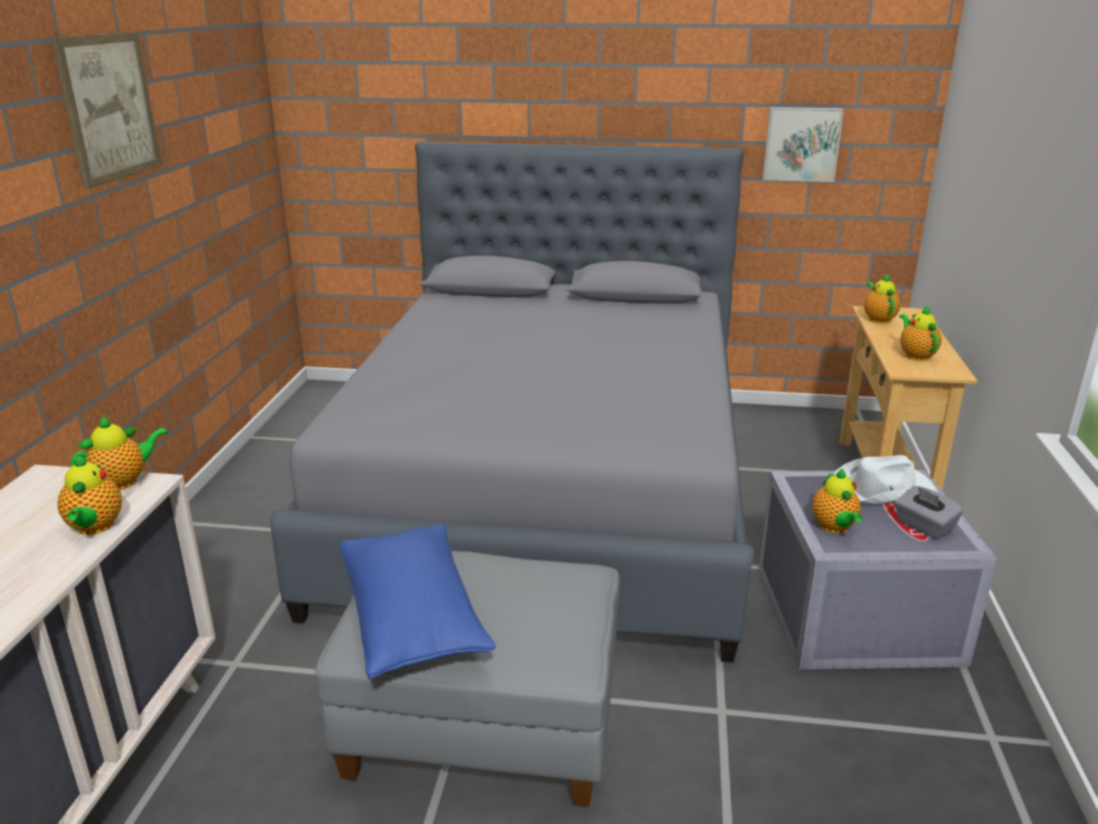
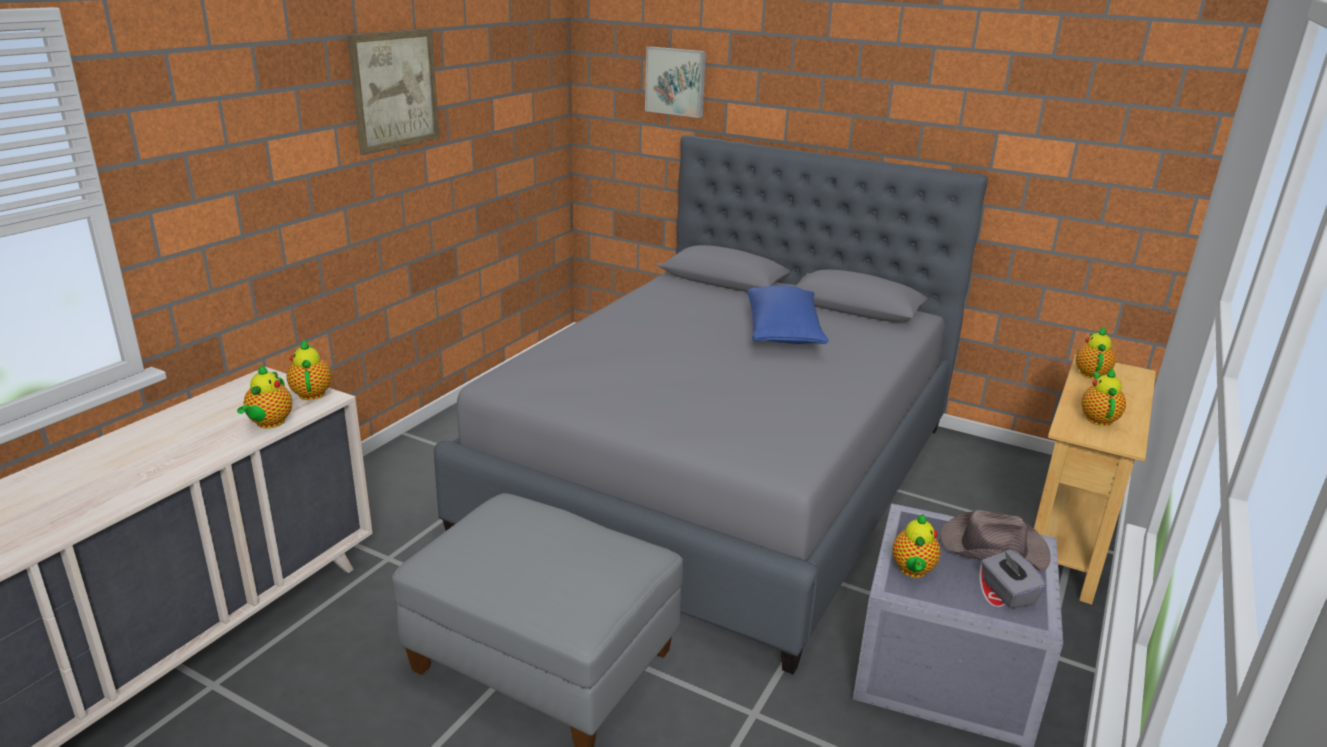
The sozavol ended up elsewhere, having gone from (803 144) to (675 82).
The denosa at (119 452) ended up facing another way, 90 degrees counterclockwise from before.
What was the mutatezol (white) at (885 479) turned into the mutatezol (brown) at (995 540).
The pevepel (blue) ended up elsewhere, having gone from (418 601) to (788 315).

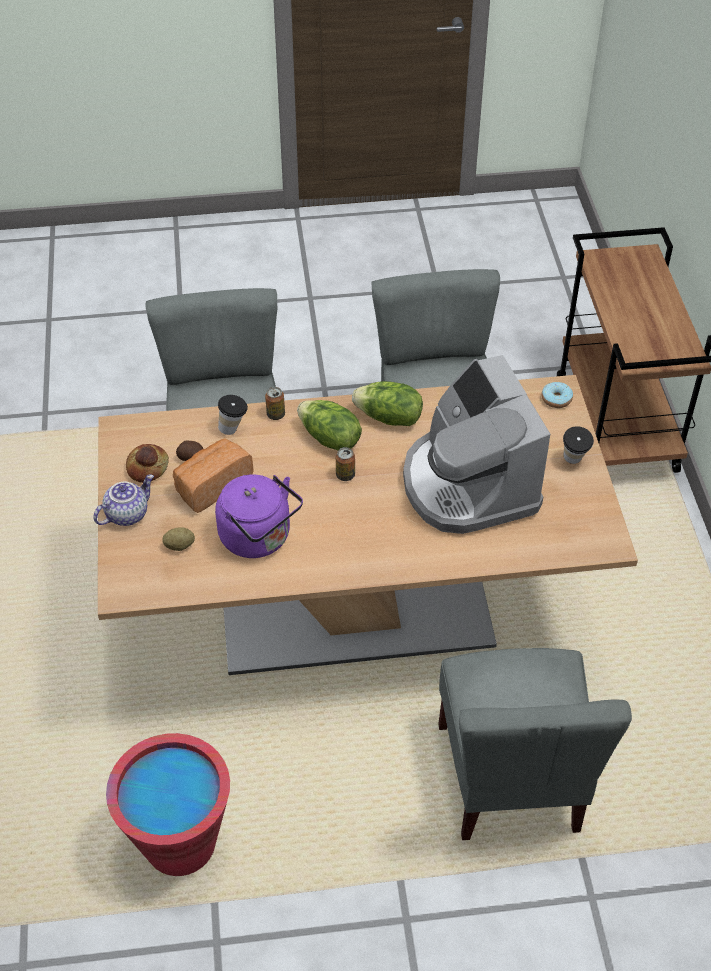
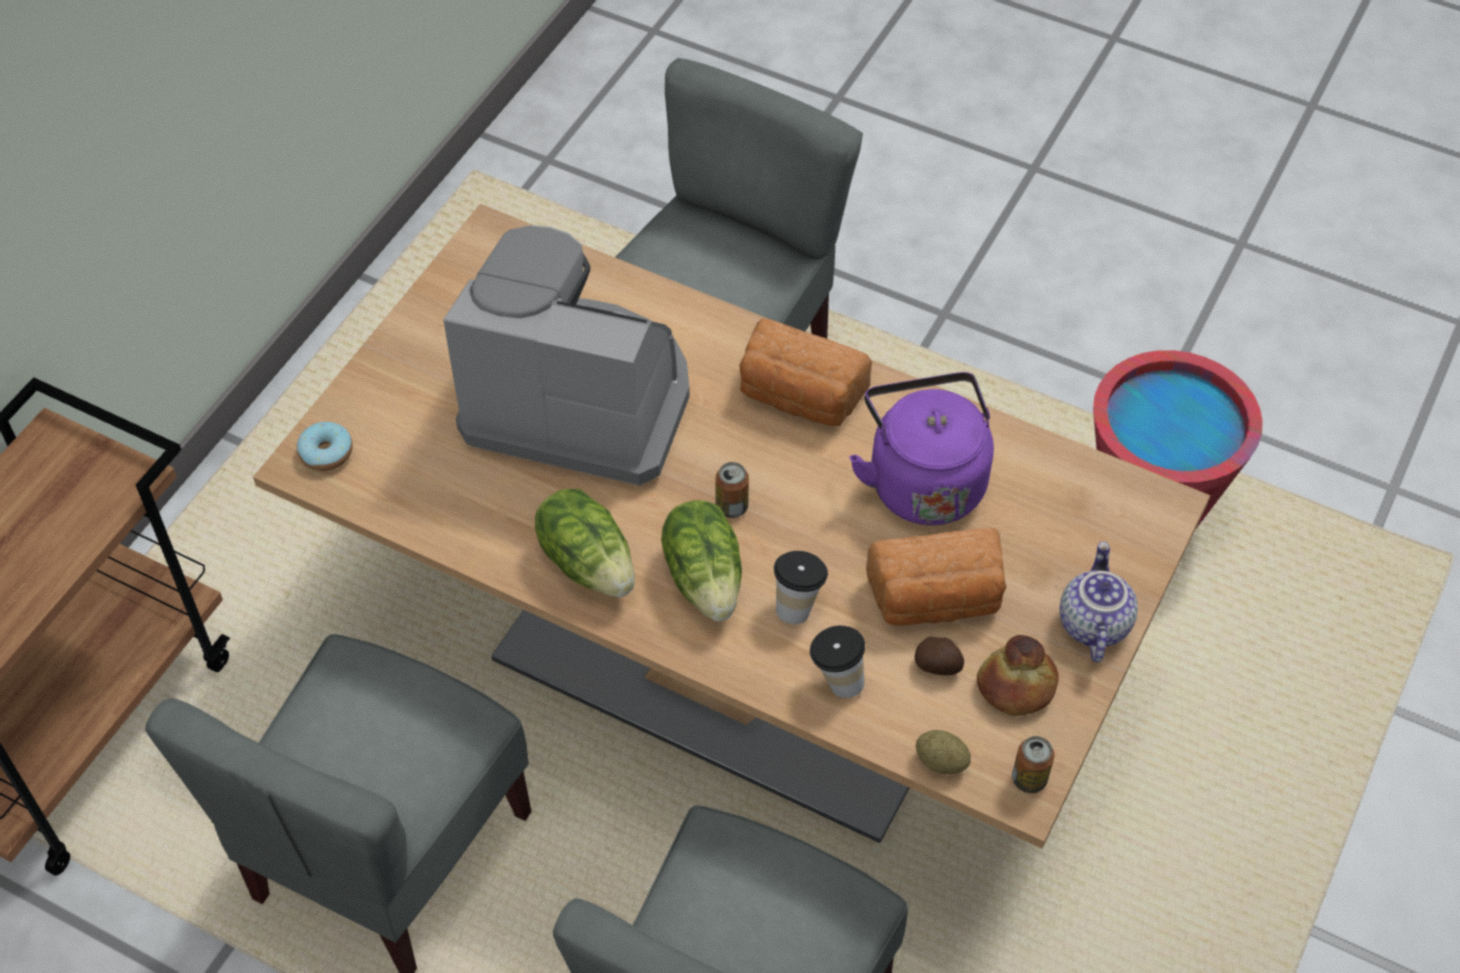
The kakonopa at (476 444) ended up facing another way, 90 degrees counterclockwise from before.
The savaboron ended up elsewhere, having gone from (275 403) to (1033 764).
The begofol ended up elsewhere, having gone from (578 445) to (801 587).
The denosa at (123 500) ended up facing another way, 105 degrees clockwise from before.
The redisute ended up elsewhere, having gone from (178 539) to (943 752).
The second view gained the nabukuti at (805 372).

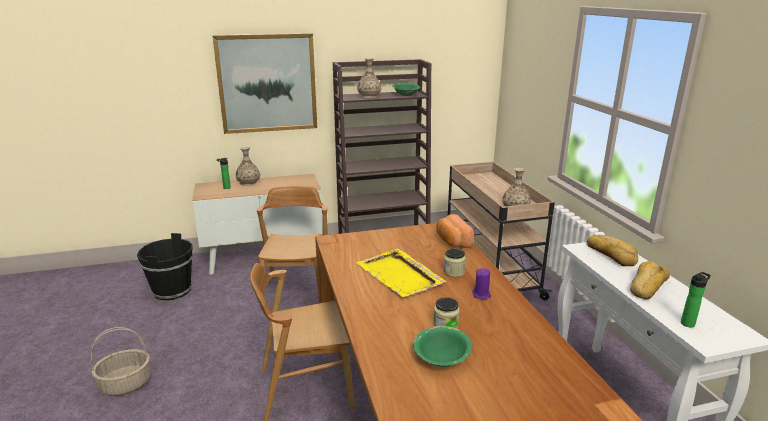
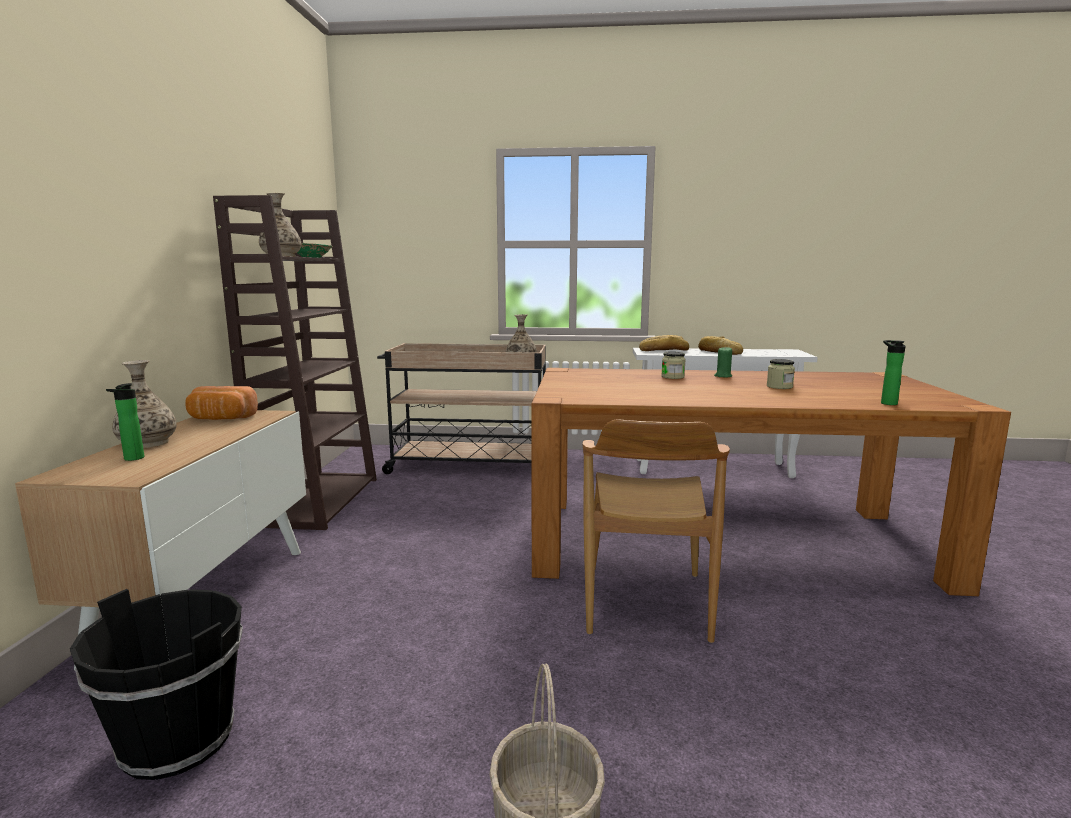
The second view lost the sozavol at (265 83).
The second view lost the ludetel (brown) at (292 249).
The nabukuti ended up elsewhere, having gone from (455 231) to (221 403).
The second view lost the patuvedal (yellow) at (401 273).
What was the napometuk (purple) at (482 283) turned into the napometuk (green) at (723 362).
The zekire ended up elsewhere, having gone from (696 300) to (893 372).
The second view lost the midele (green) at (442 346).

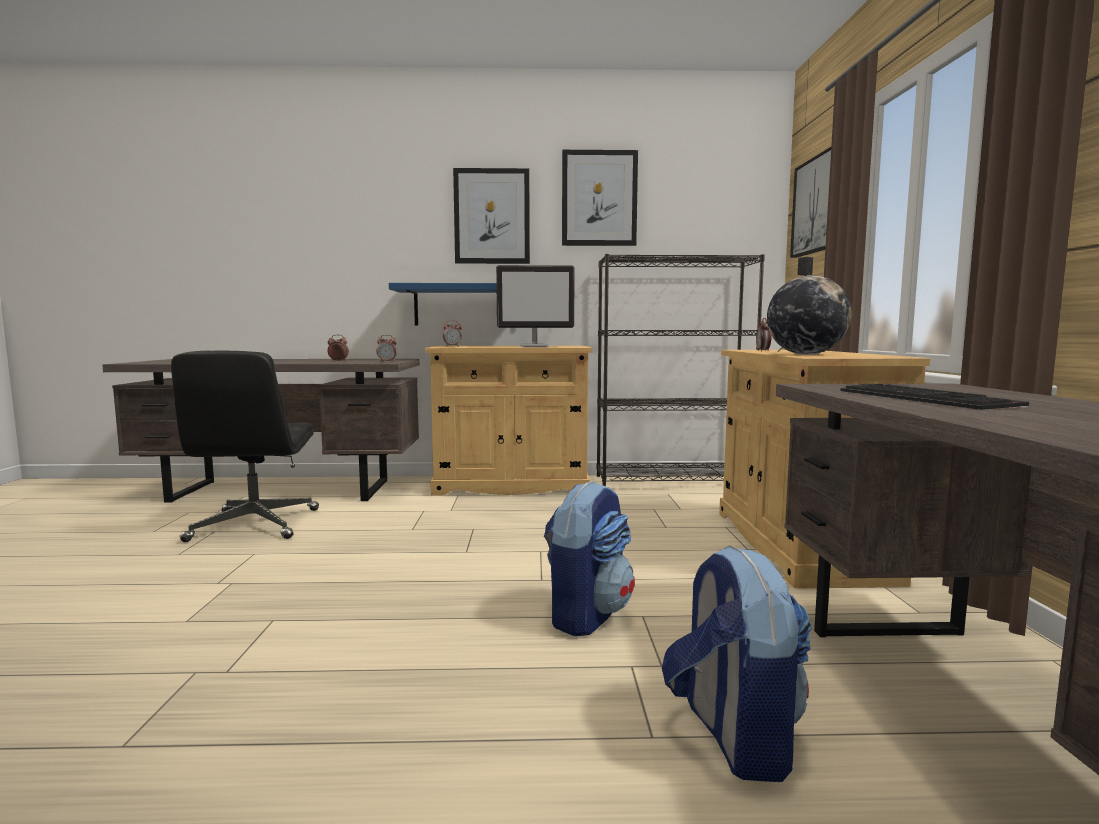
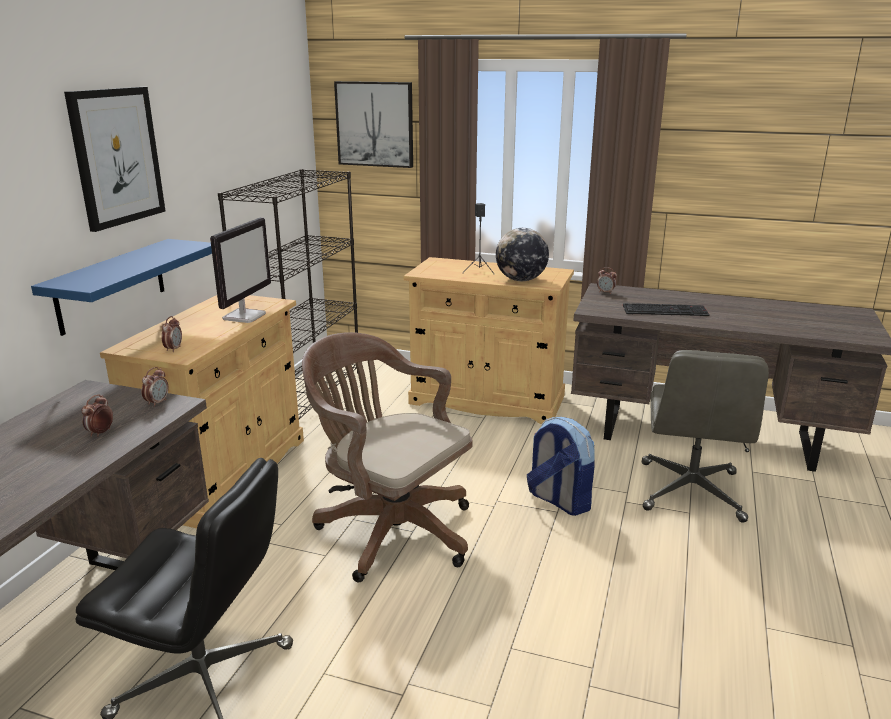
The second view lost the sozavol at (600 198).
The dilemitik ended up elsewhere, having gone from (764 335) to (607 280).
Where the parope stood at (737 663), the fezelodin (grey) came to stand at (705 436).
The second view gained the fezelodin (brown) at (387 457).

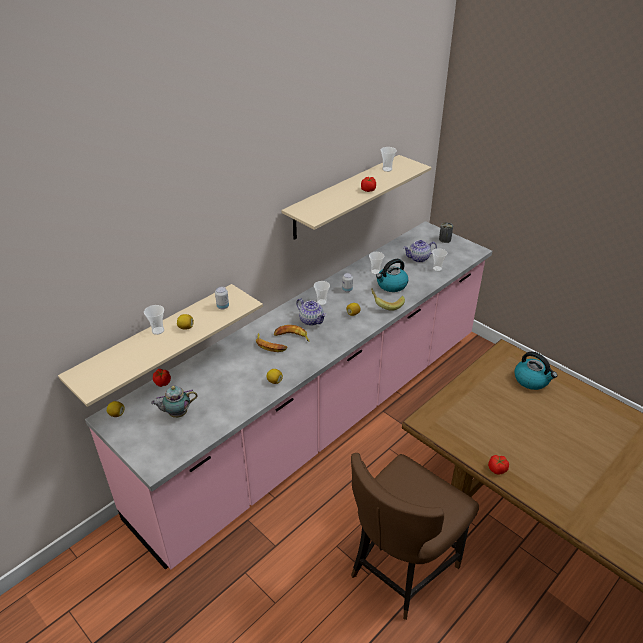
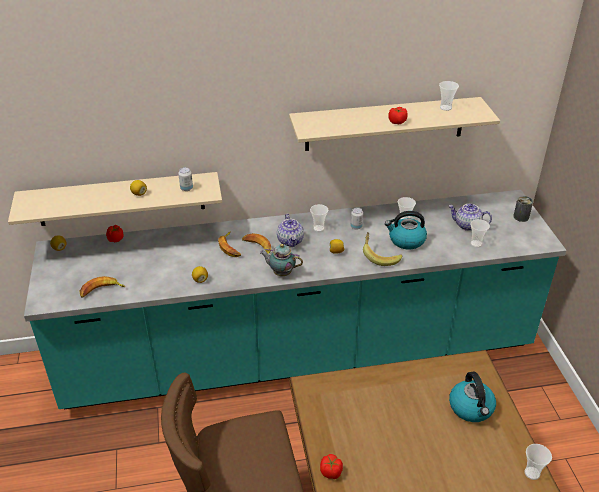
What was the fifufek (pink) at (288 395) turned into the fifufek (turquoise) at (295 300).
The begofol ended up elsewhere, having gone from (154 320) to (538 462).
The denosa ended up elsewhere, having gone from (174 402) to (281 260).
The second view gained the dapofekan at (102 287).

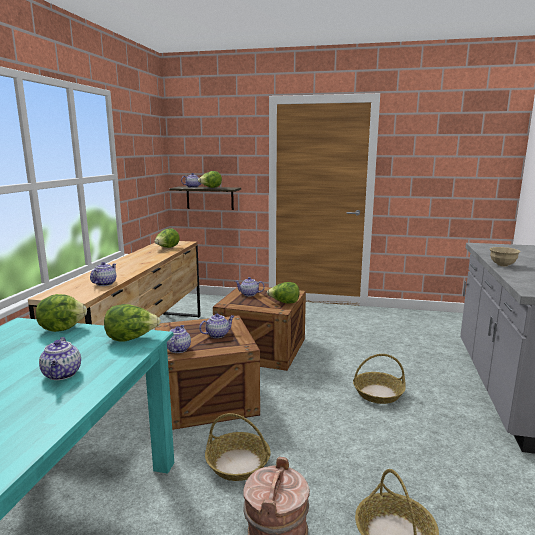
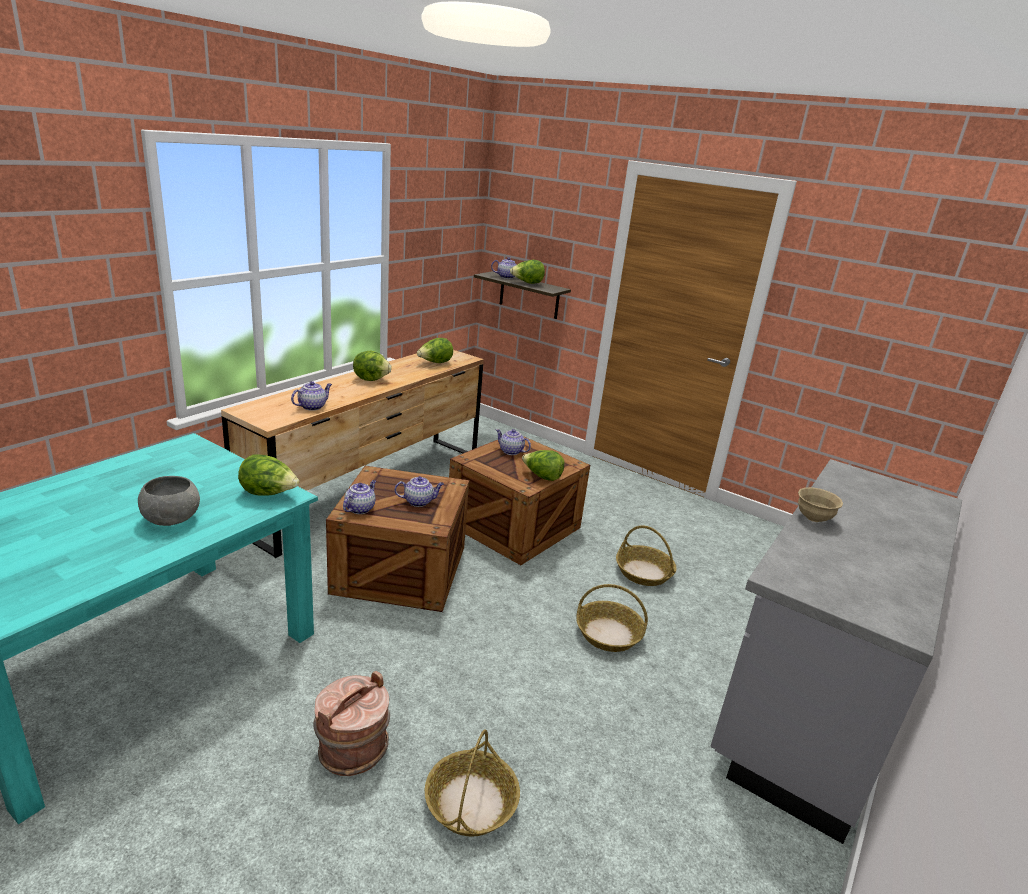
The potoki ended up elsewhere, having gone from (61 313) to (372 366).
Where the denosa stood at (60 358), the midele (grey) came to stand at (169 501).
The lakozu ended up elsewhere, having gone from (238 447) to (646 555).

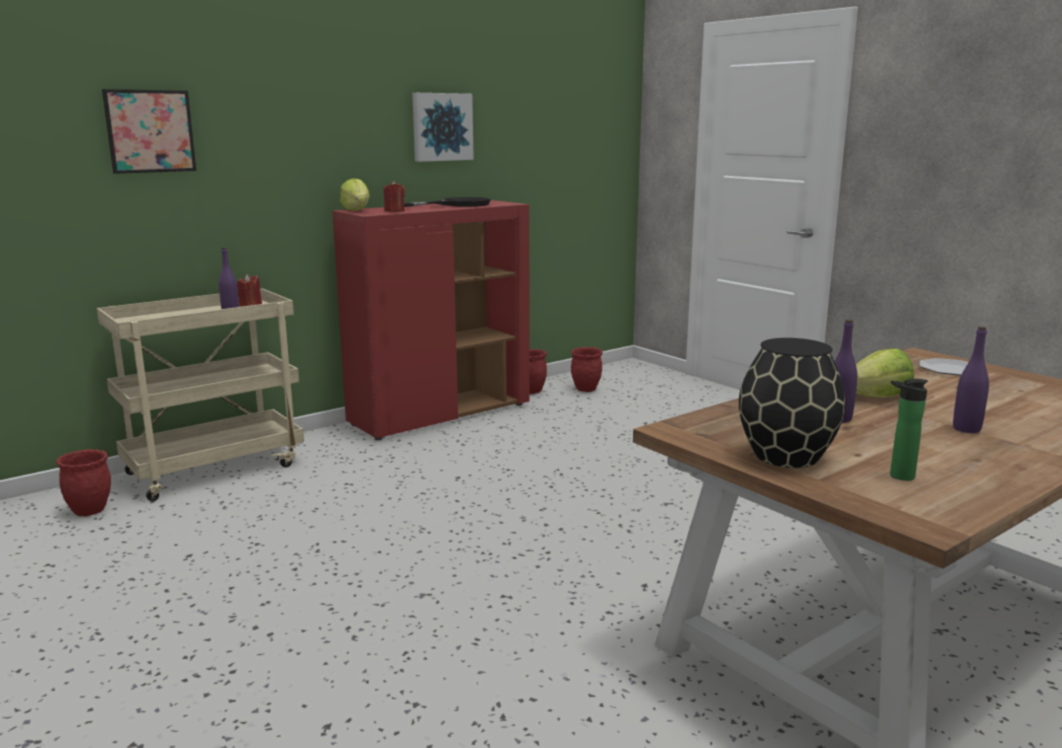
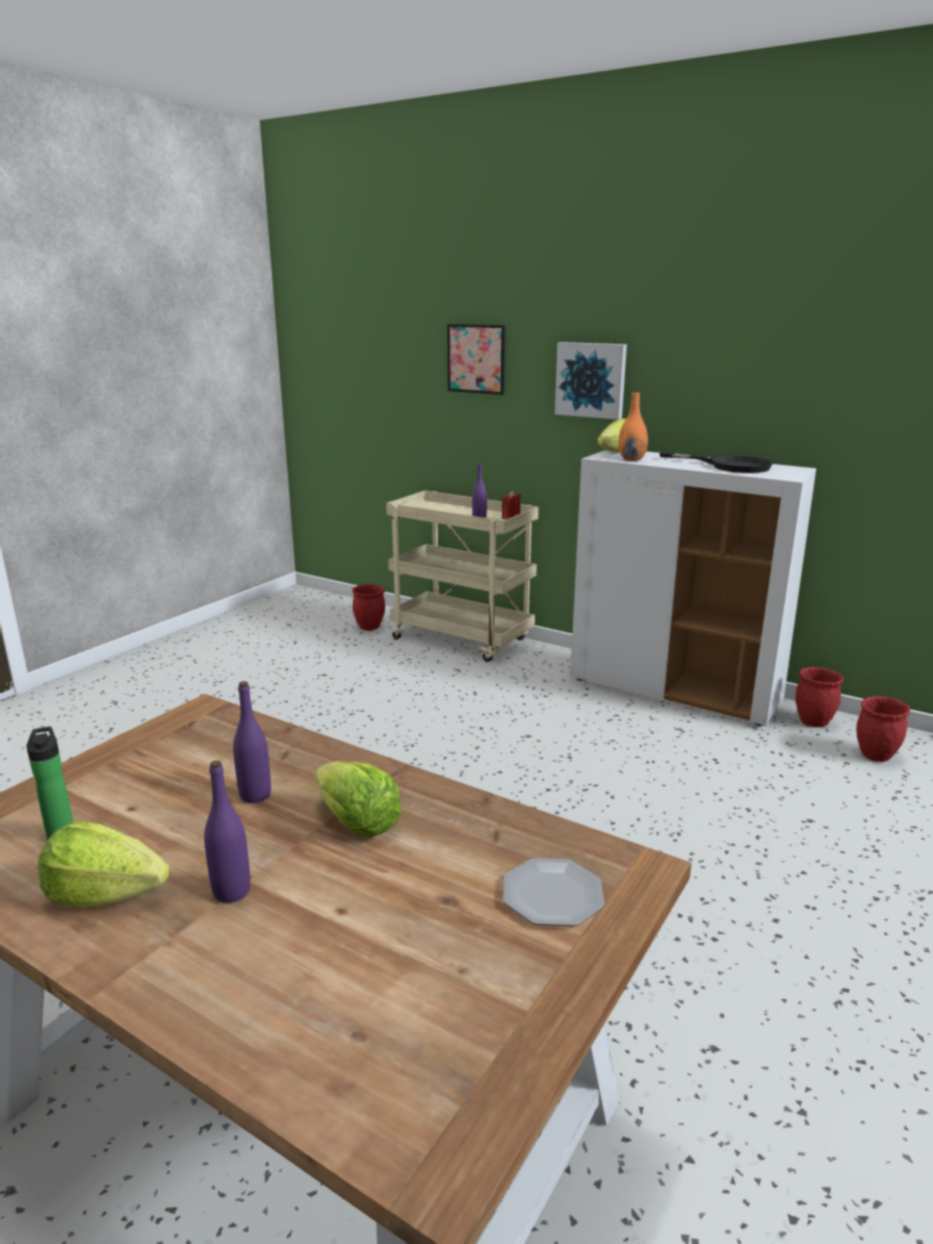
The sozavol ended up elsewhere, having gone from (443 127) to (591 380).
Where the napometuk (red) stood at (394 196), the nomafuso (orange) came to stand at (633 427).
What was the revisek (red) at (430 320) turned into the revisek (white) at (693 588).
The second view lost the nomafuso (black) at (792 403).
The second view gained the potoki at (104 864).

